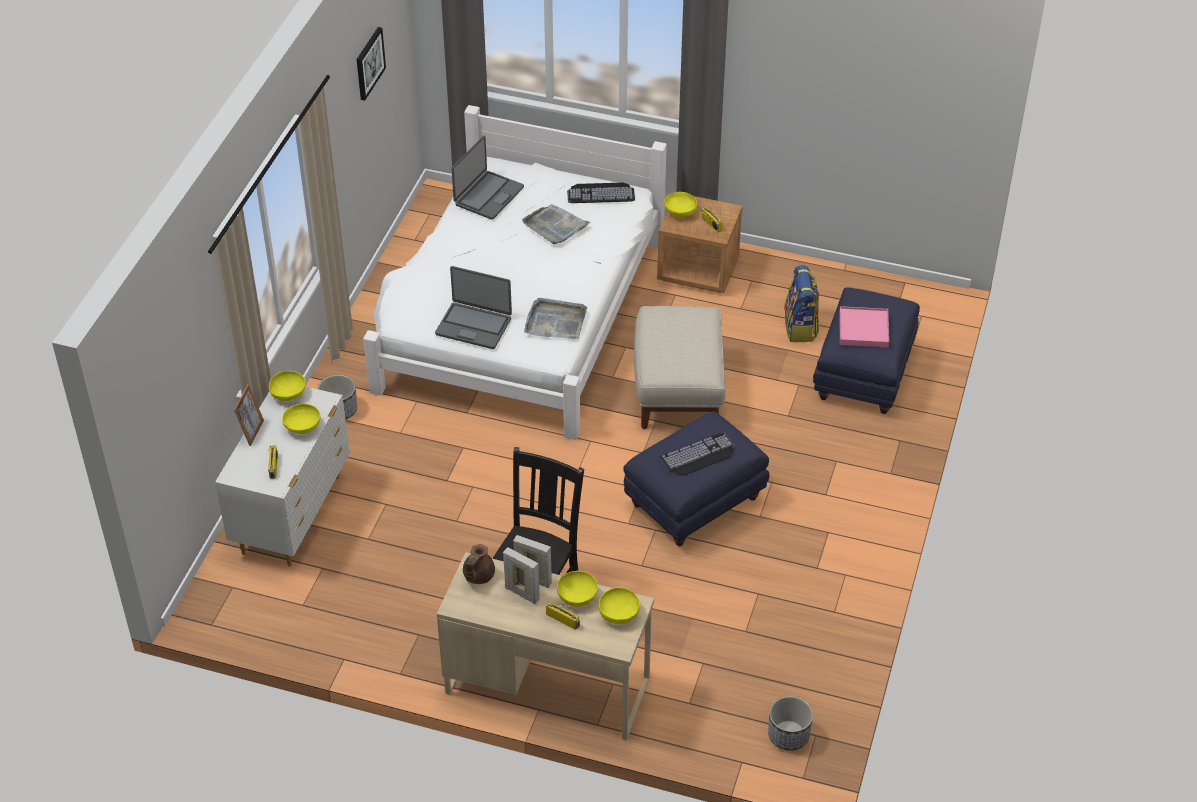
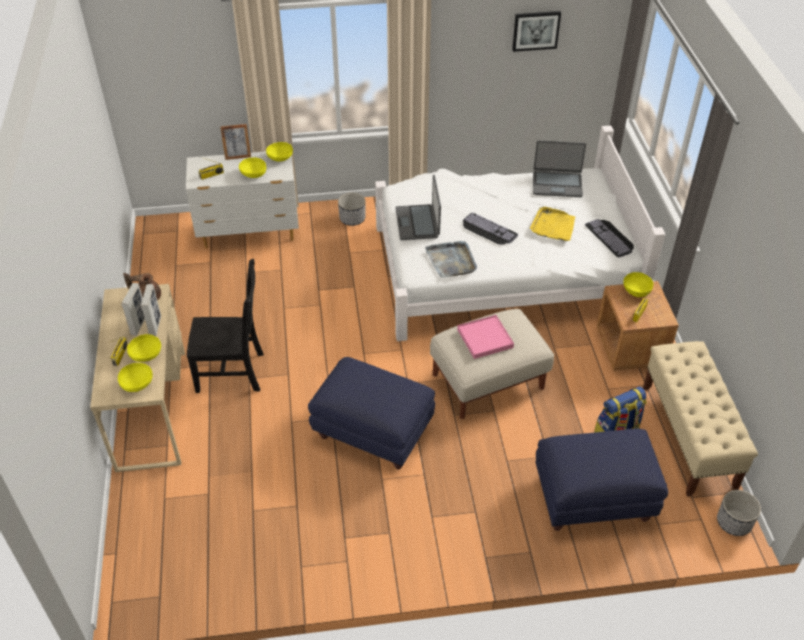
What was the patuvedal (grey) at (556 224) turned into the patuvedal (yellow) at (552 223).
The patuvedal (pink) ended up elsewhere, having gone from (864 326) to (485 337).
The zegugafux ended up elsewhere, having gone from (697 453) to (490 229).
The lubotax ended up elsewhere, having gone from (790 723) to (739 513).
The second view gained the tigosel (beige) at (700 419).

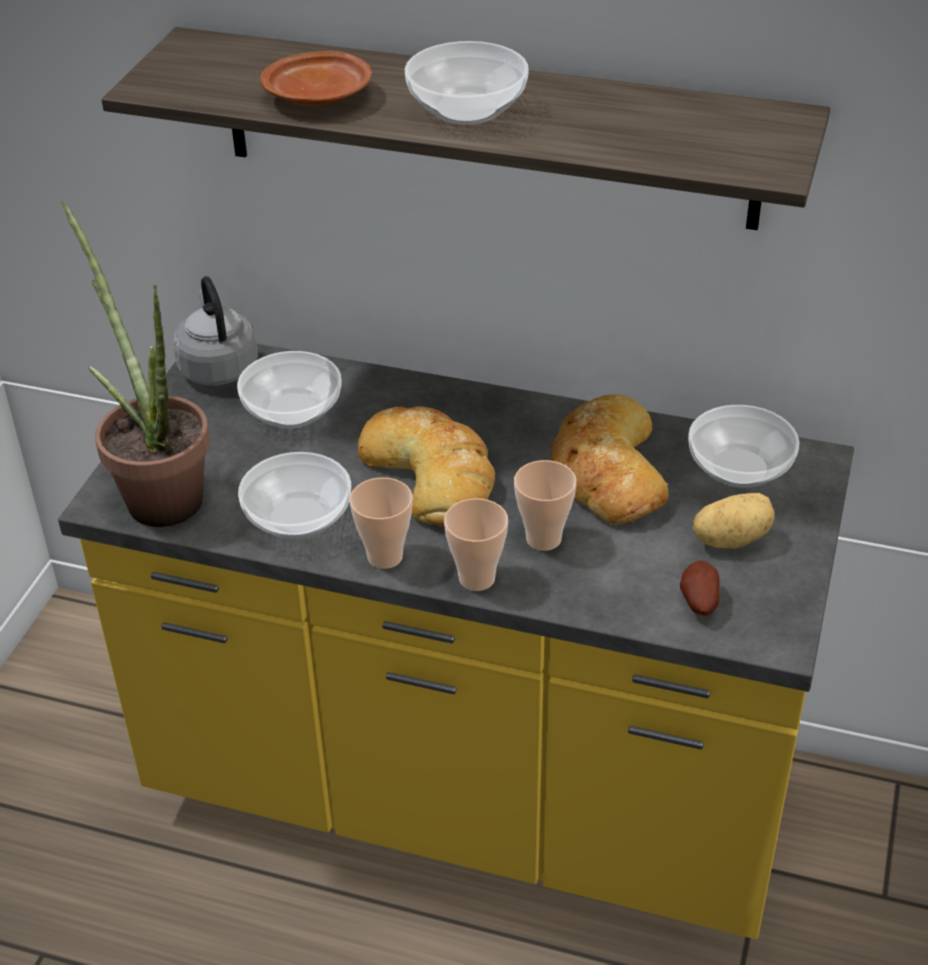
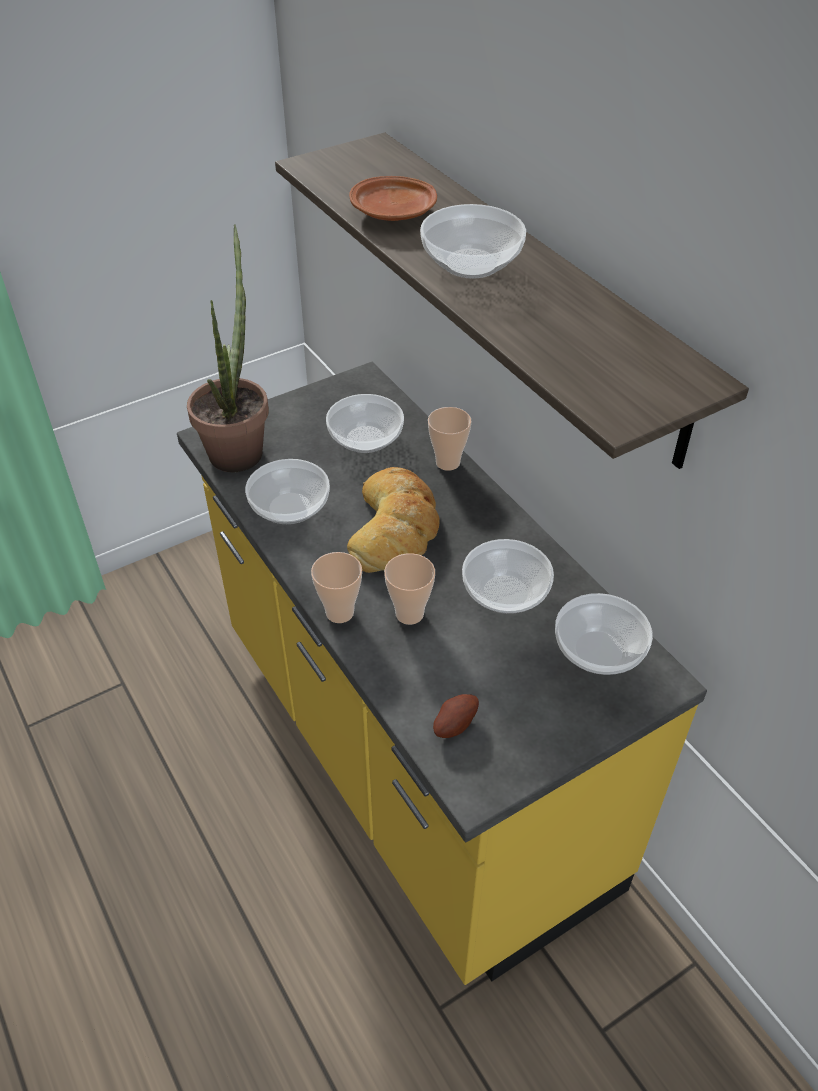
The second view lost the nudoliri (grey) at (215 331).
Where the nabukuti stood at (610 459), the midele came to stand at (508 576).
The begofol ended up elsewhere, having gone from (381 523) to (449 439).
The second view lost the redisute at (733 520).

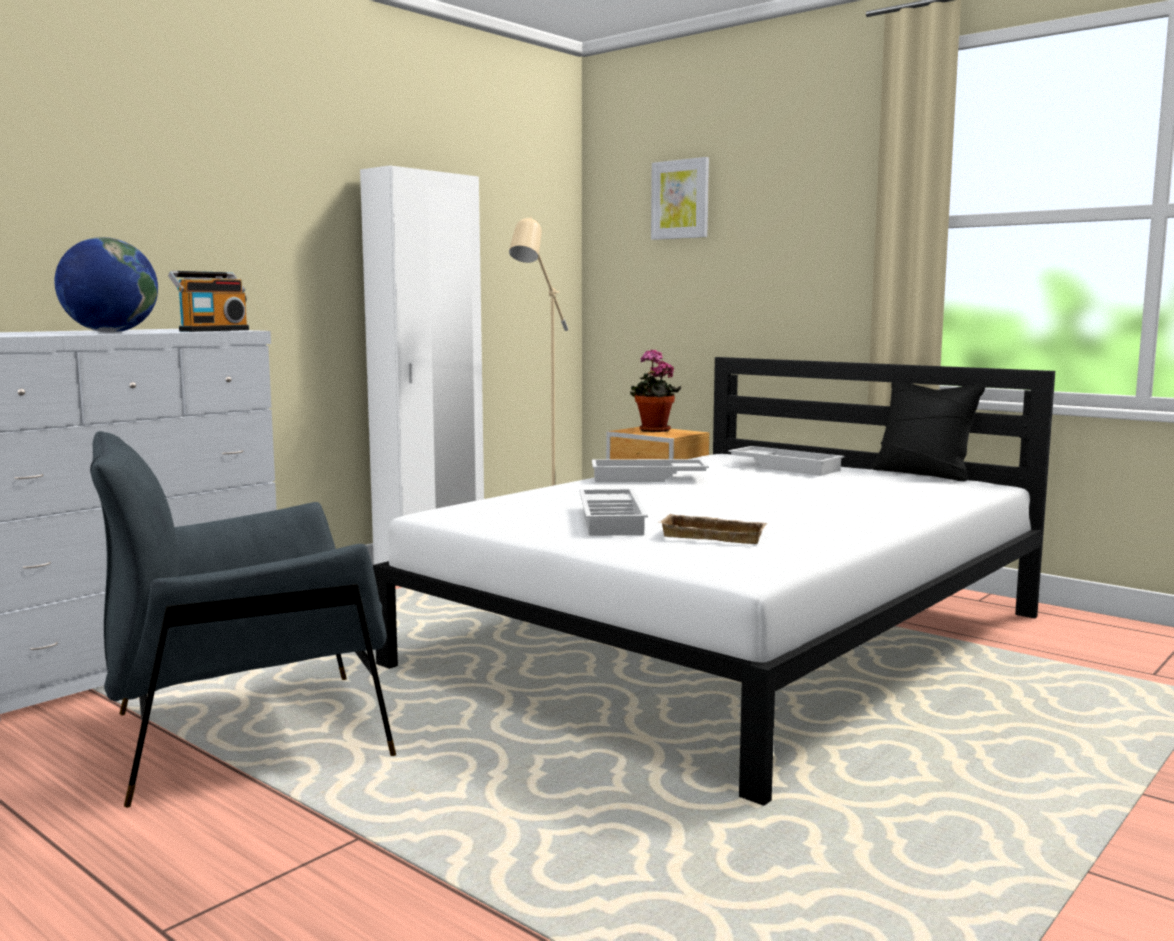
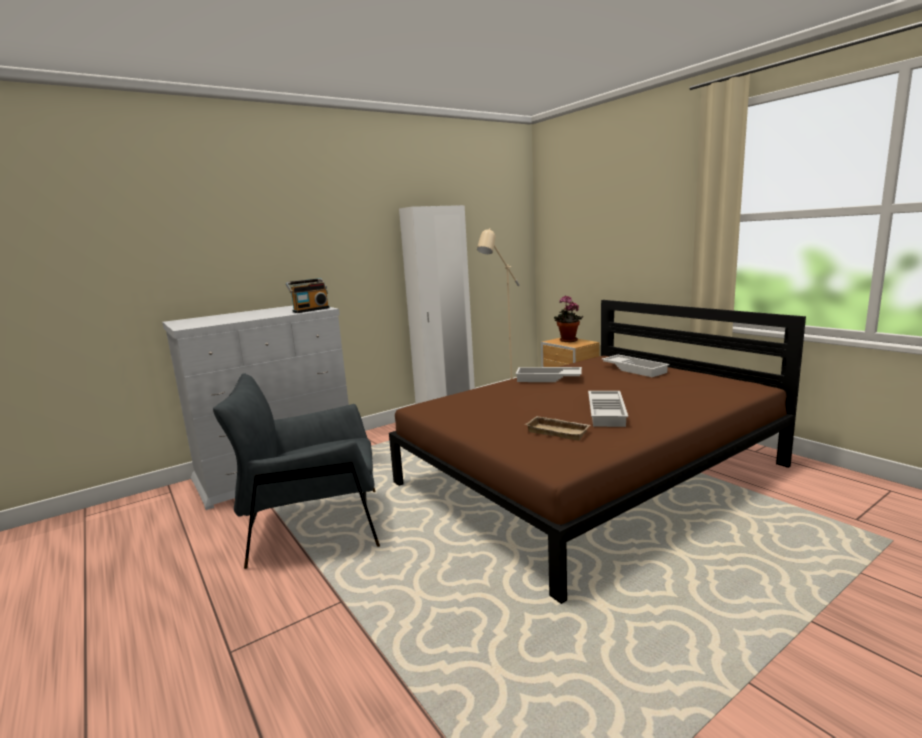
The second view lost the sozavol at (680 198).
The second view lost the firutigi at (106 285).
What was the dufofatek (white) at (714 581) turned into the dufofatek (brown) at (597 452).
The second view lost the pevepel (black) at (928 431).
The patuvedal (white) ended up elsewhere, having gone from (613 512) to (608 409).

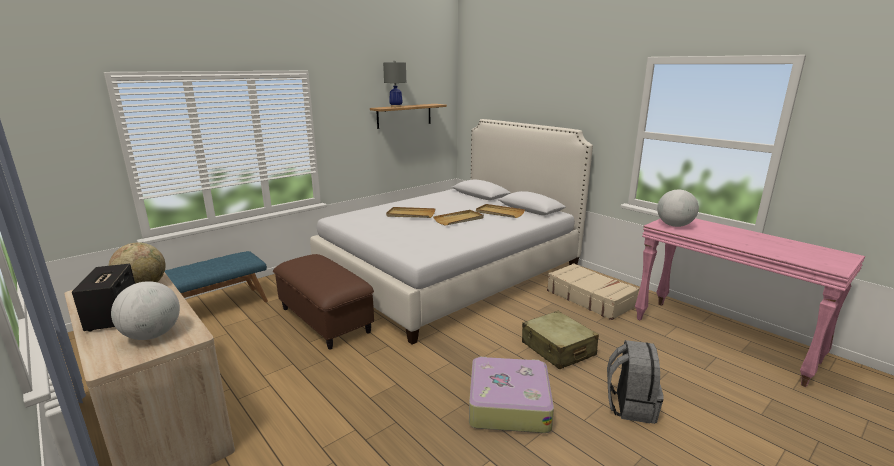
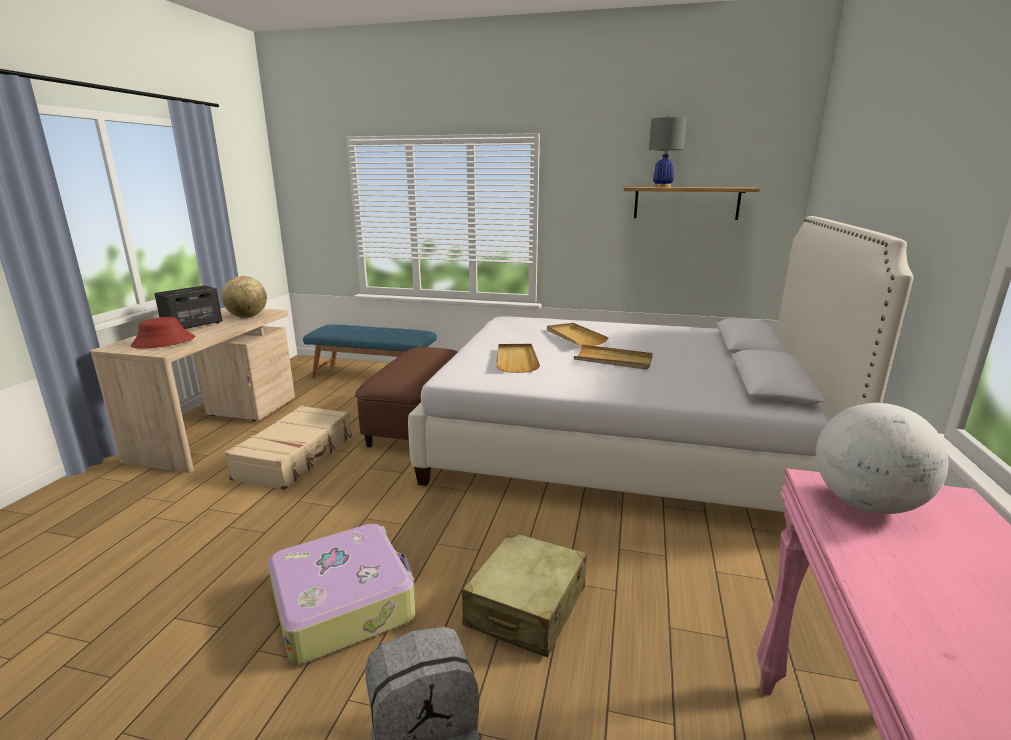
The patuvedal (beige) ended up elsewhere, having gone from (500 211) to (518 358).
The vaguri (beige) ended up elsewhere, having gone from (593 291) to (288 447).
Where the firutigi stood at (145 310), the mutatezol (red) came to stand at (163 333).

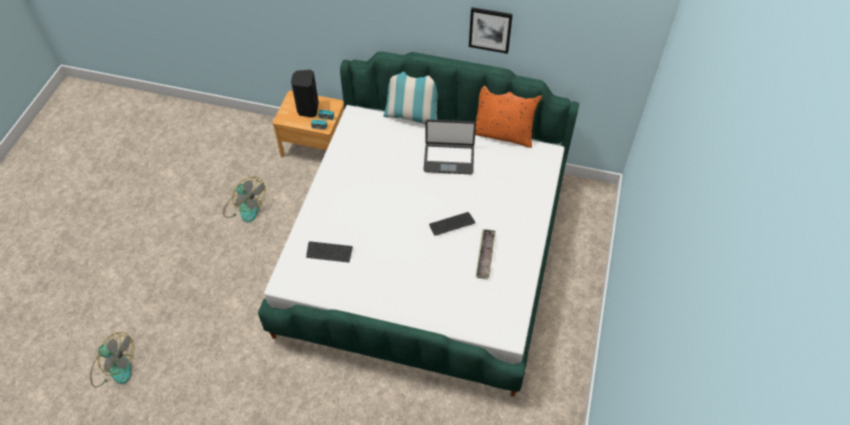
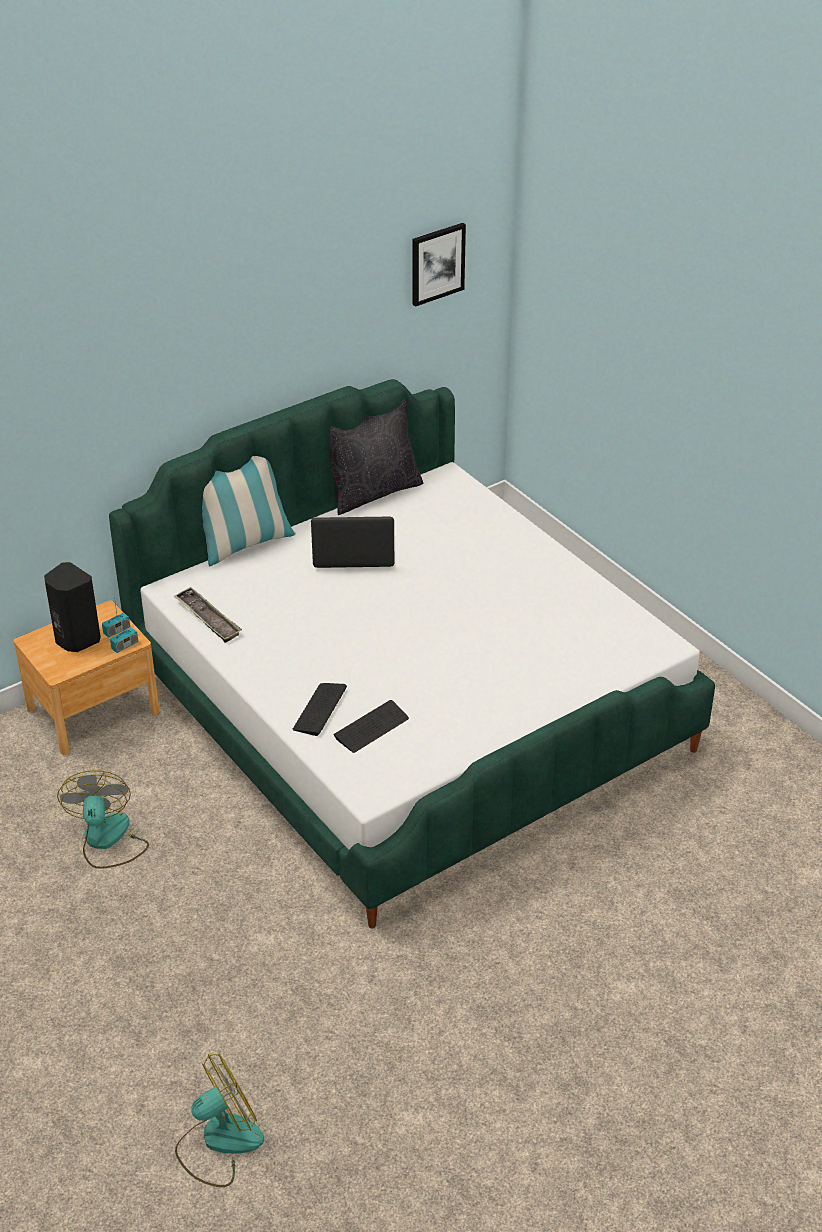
The sozavol ended up elsewhere, having gone from (491 30) to (439 265).
What was the pevepel (orange) at (508 117) turned into the pevepel (black) at (376 456).
The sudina at (449 146) ended up facing another way, 135 degrees counterclockwise from before.
The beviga at (244 200) ended up facing another way, 90 degrees counterclockwise from before.
The zegugafux ended up elsewhere, having gone from (452 224) to (320 709).
The patuvedal ended up elsewhere, having gone from (486 254) to (207 615).

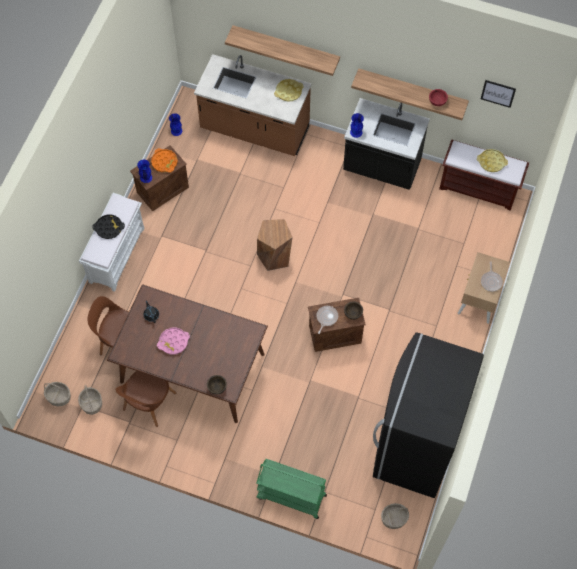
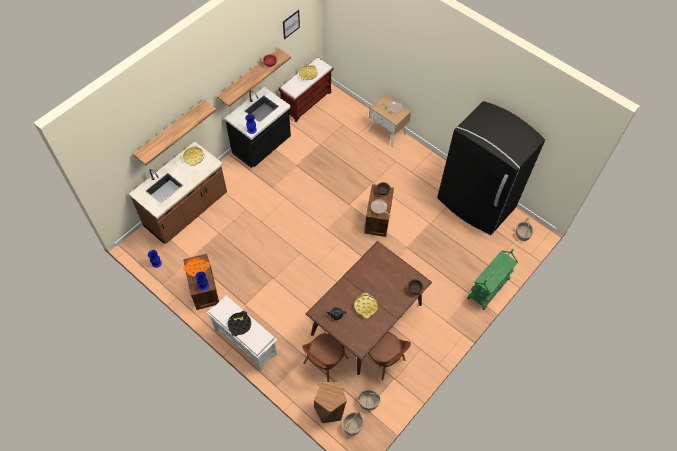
The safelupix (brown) ended up elsewhere, having gone from (275 245) to (330 402).
What was the patuvedal (pink) at (173 341) turned into the patuvedal (yellow) at (366 305).

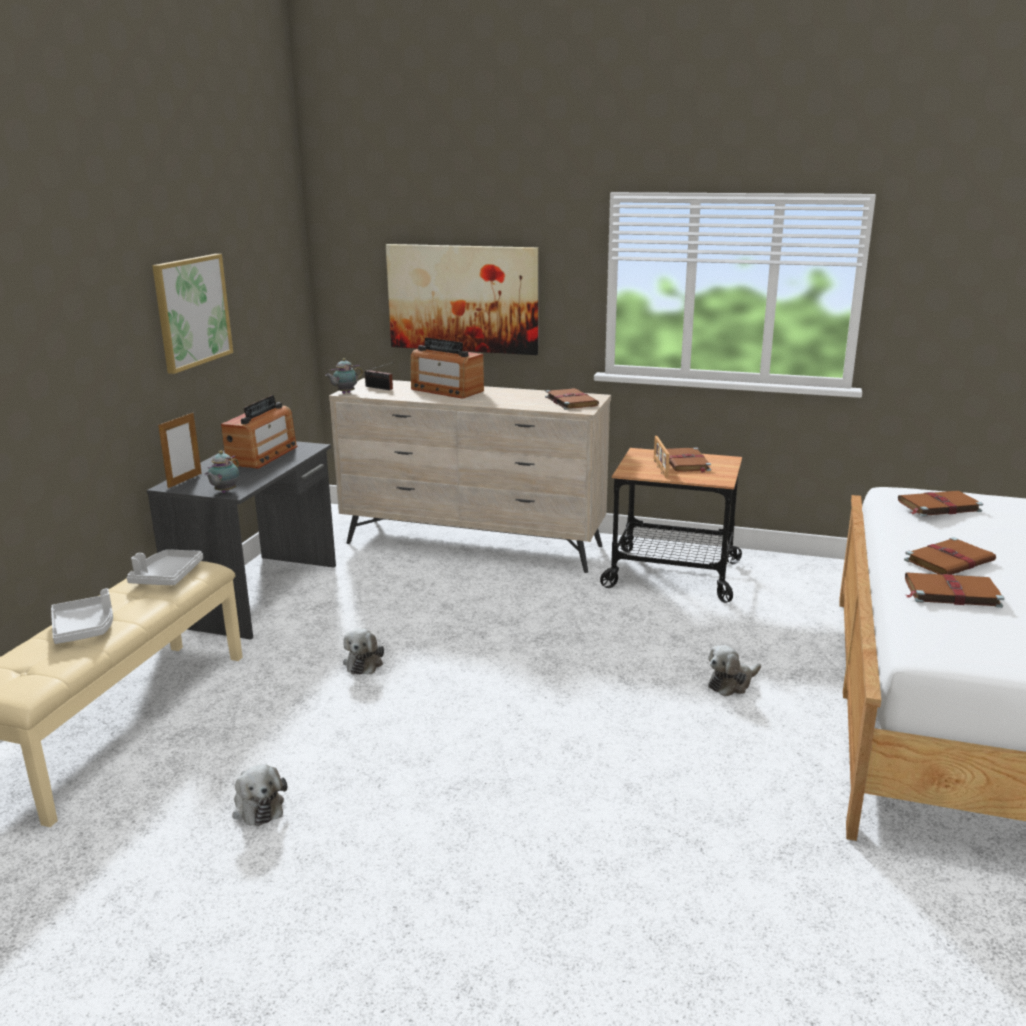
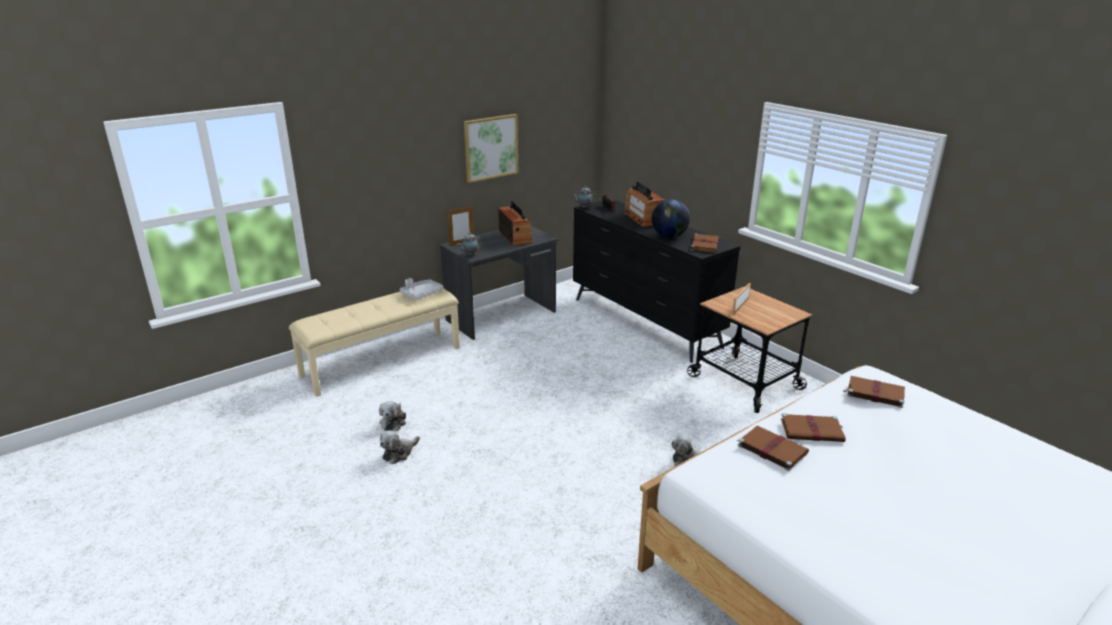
The second view lost the sozavol at (462 299).
What was the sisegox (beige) at (470 475) turned into the sisegox (black) at (657 281).
The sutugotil at (259 432) ended up facing another way, 75 degrees counterclockwise from before.
The second view lost the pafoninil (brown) at (688 460).
The second view lost the patuvedal (grey) at (82 616).
The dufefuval ended up elsewhere, having gone from (363 651) to (400 447).
The second view gained the firutigi at (671 218).

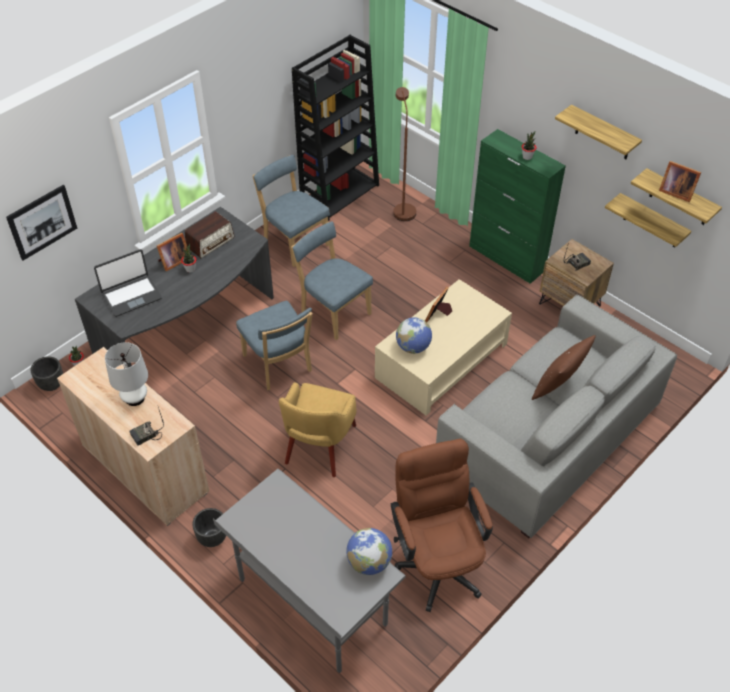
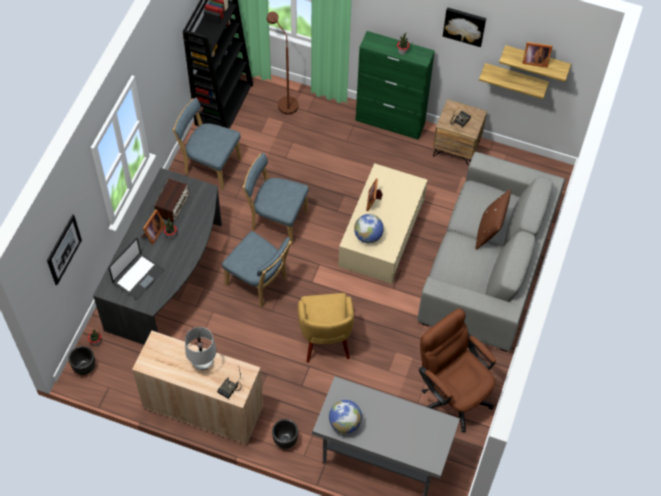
Where the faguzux hung at (598 132), the sozavol came to hang at (464 27).
The firutigi ended up elsewhere, having gone from (369 551) to (345 417).

